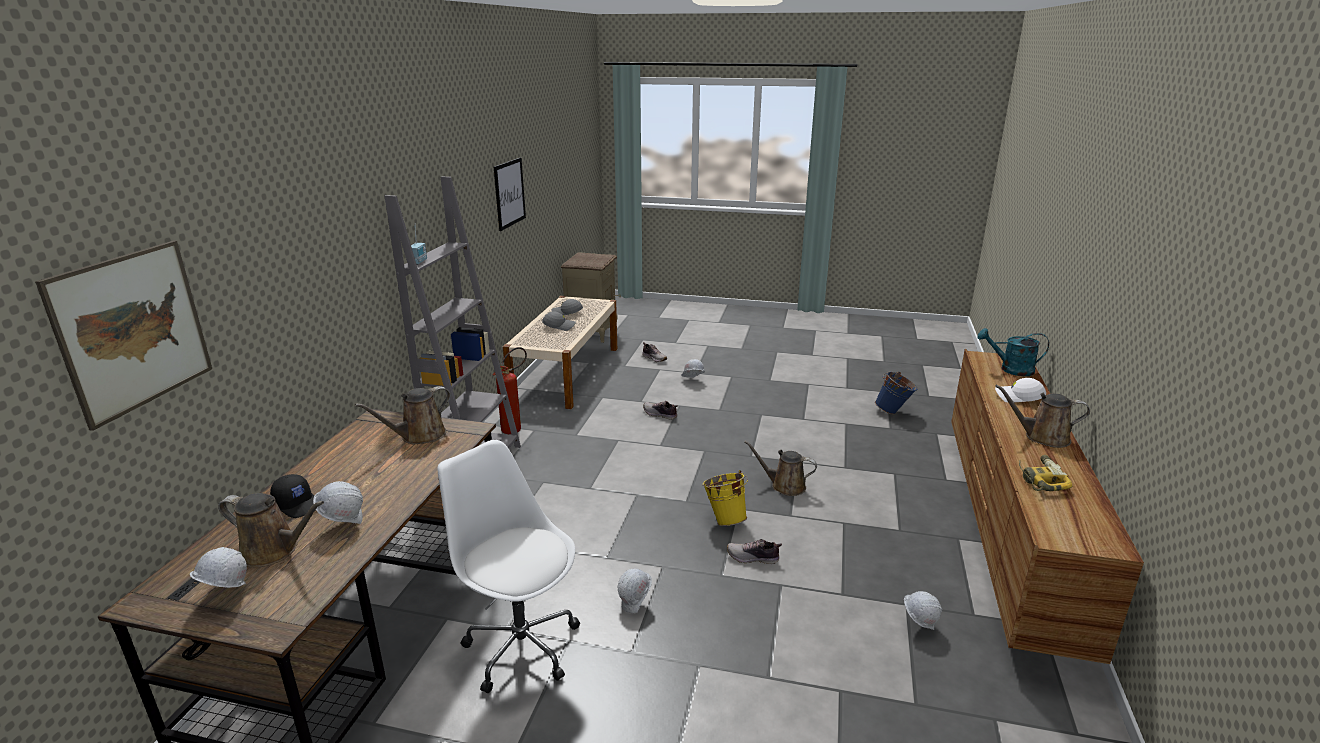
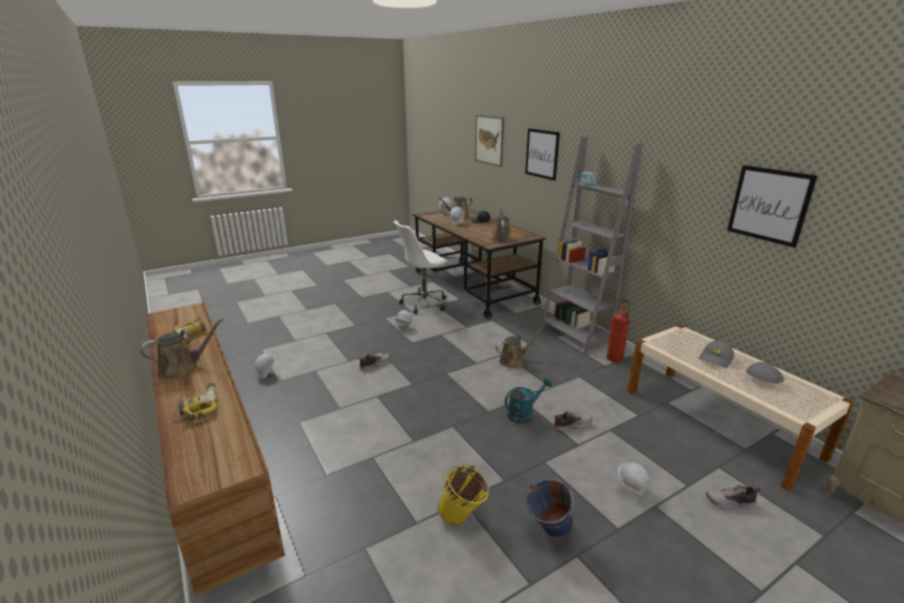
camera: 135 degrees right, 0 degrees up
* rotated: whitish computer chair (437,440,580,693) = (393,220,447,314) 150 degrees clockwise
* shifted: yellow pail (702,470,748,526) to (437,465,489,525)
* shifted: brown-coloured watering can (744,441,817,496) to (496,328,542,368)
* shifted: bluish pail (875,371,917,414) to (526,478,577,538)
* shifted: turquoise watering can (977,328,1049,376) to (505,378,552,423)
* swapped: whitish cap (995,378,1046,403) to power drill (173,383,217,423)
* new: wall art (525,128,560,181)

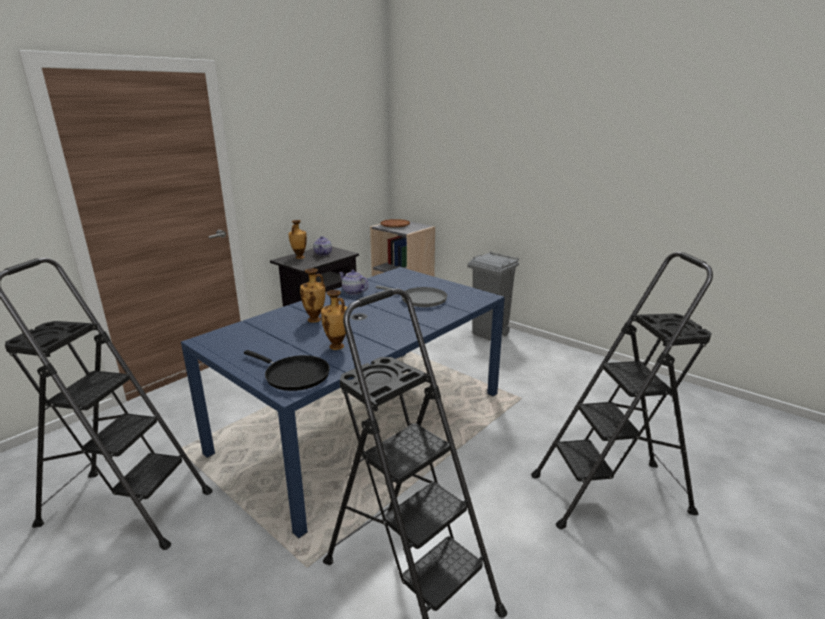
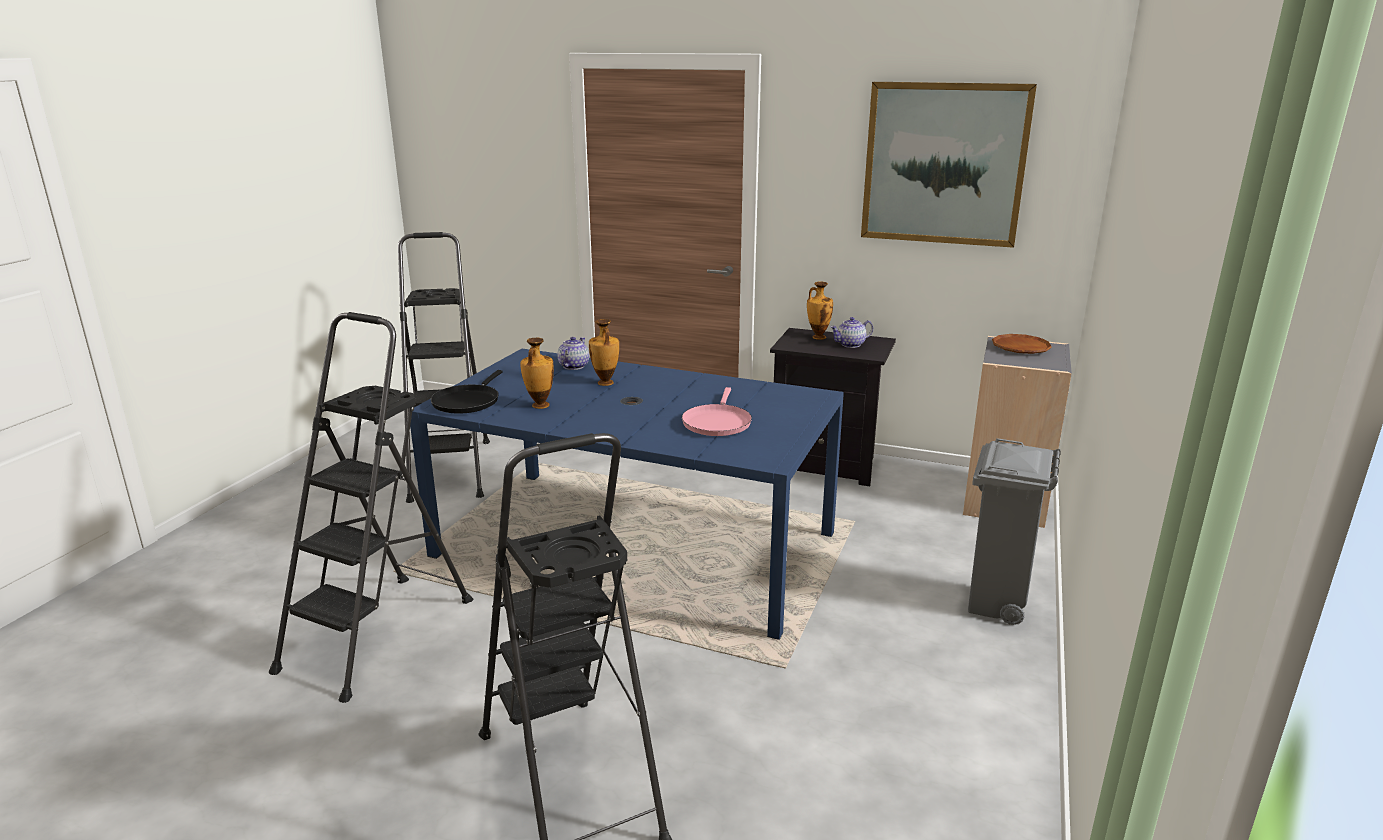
camera: 70 degrees right, 0 degrees up
* shifted: teapot (339,270,369,295) to (557,337,589,370)
* repainted: greyish skillet (376,285,447,307) to pink-coloured skillet (682,387,752,436)
* new: wall art (861,82,1037,248)

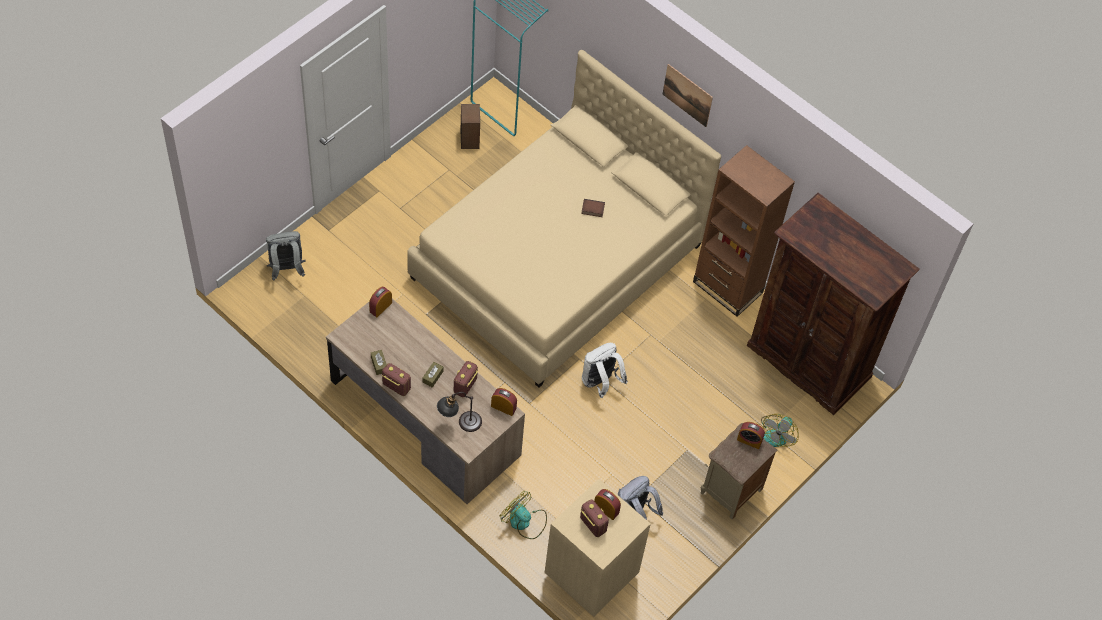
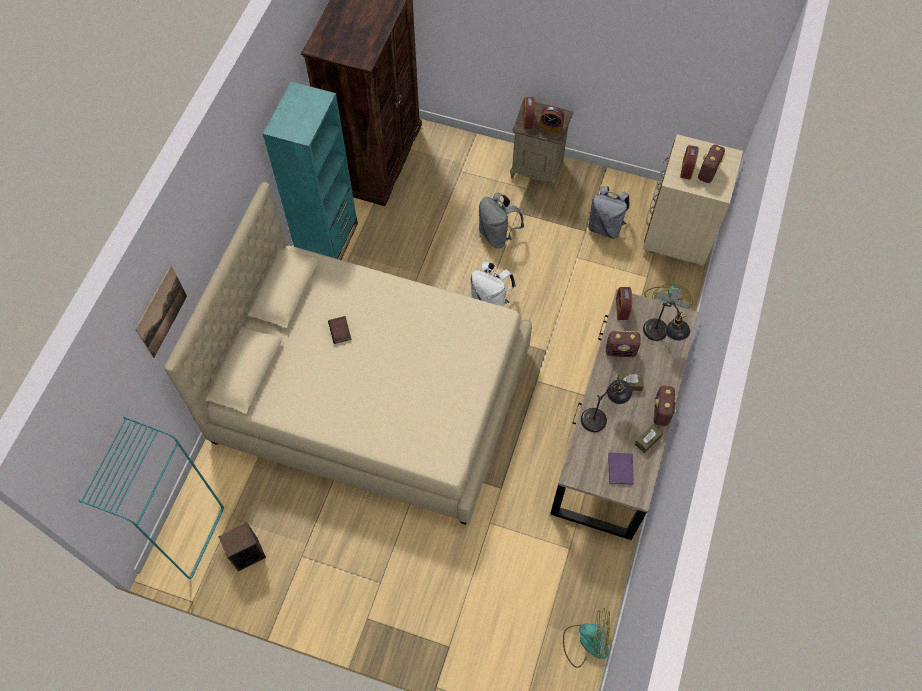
camera: 110 degrees left, 5 degrees up
* shifted: greyish rucksack (266,231,306,281) to (479,193,524,248)
* shifted: alarm clock (369,287,392,317) to (539,106,564,134)
* shifted: wall art (662,64,713,127) to (135,265,187,358)
* repainted: brown-coloured bookshelf (693,145,795,317) to turquoise bookshelf (263,82,358,260)
* shifted: electric fan (761,414,799,447) to (563,608,610,668)
* new: greyish tabletop lamp (581,380,633,432)
* new: purple book (608,453,634,485)

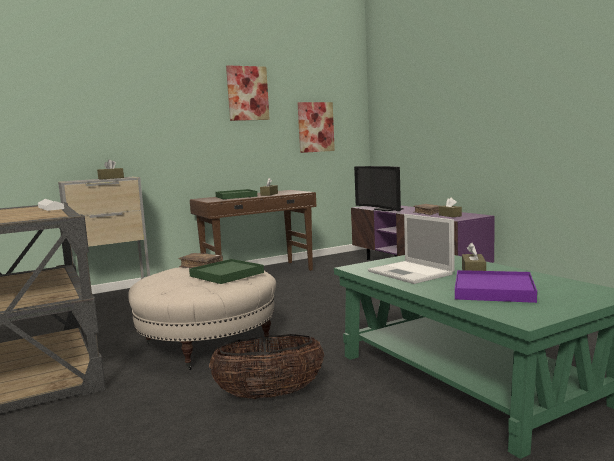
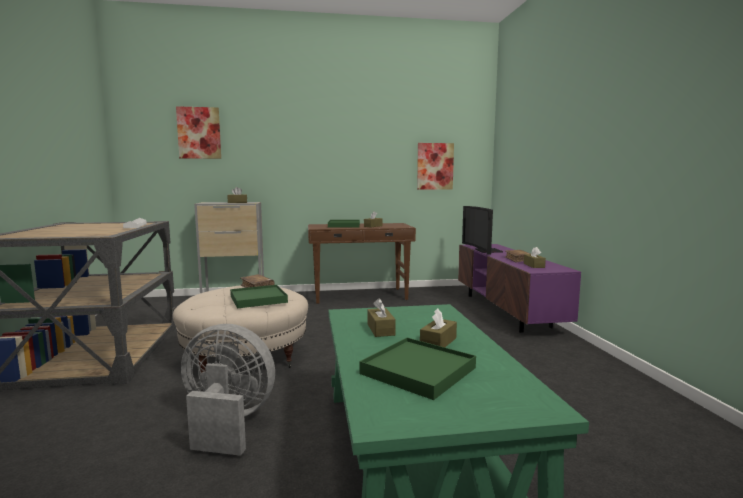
camera: 20 degrees right, 0 degrees up
* swapped: basket (209,334,325,399) to greyish electric fan (181,324,275,456)
* shifted: wall art (226,65,270,121) to (176,106,221,159)
* swapped: laptop (368,214,455,284) to brown-coloured tissue box (367,298,396,337)
* repainted: purple tray (455,270,537,303) to greenish tray (359,338,476,400)

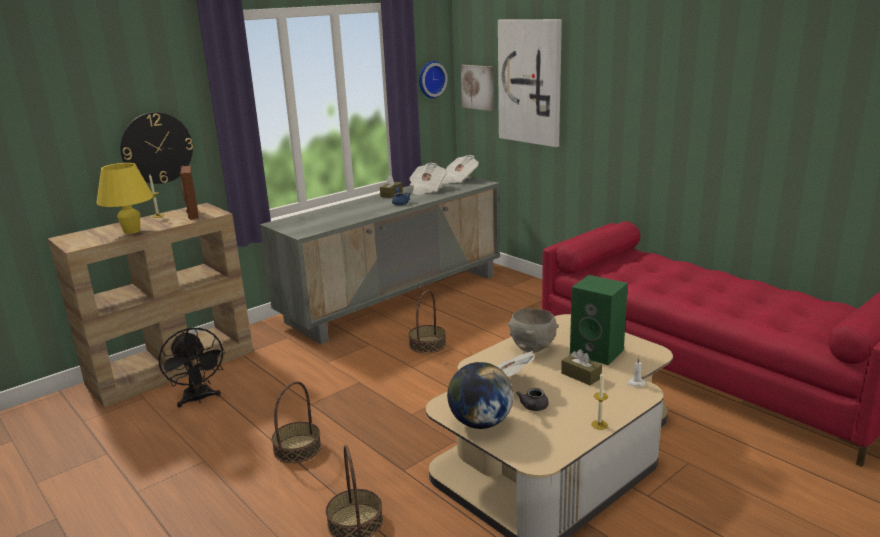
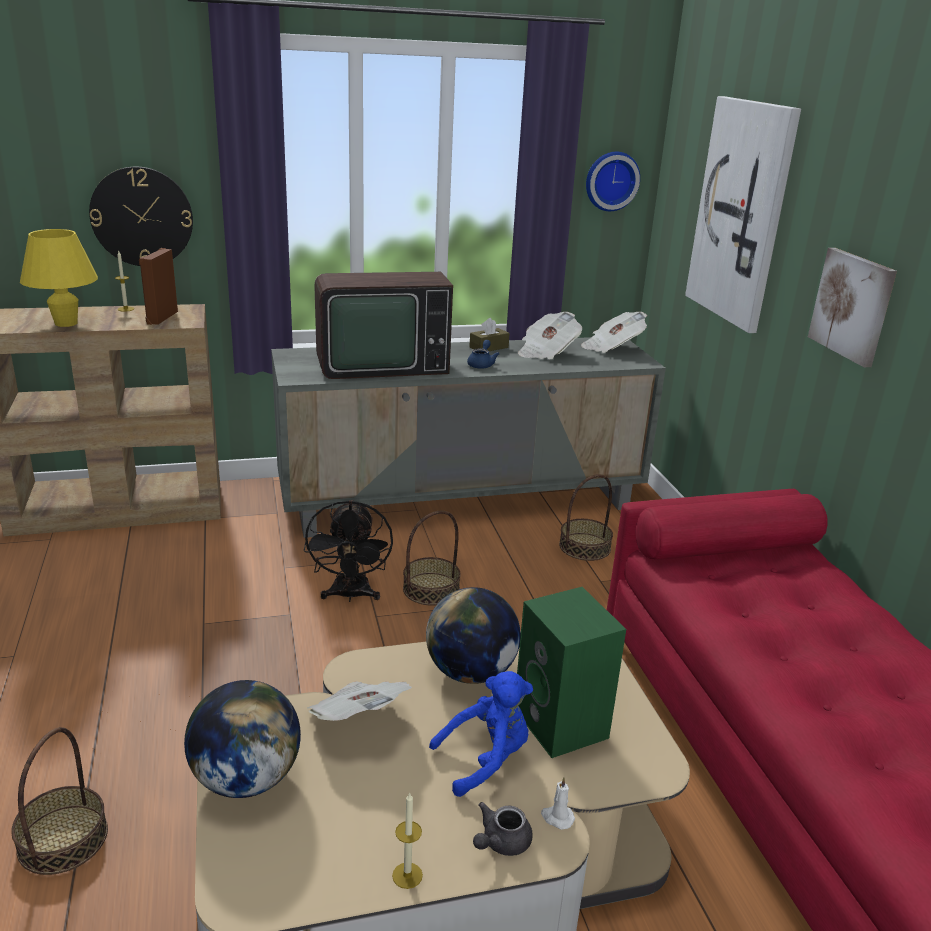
camera: 25 degrees right, 5 degrees up
* shifted: blackish electric fan (158,328,225,408) to (304,500,393,602)
* shifted: basket (271,381,321,463) to (559,474,613,561)
* shifted: wall art (461,65,494,111) to (808,248,897,367)
* swapped: greyish bowl (508,308,559,353) to desk globe (426,587,521,684)
* shifted: greyish teapot (516,388,549,411) to (473,802,533,856)
* swapped: brown-coloured tissue box (561,349,602,386) to bluish soft toy (429,671,533,797)
* new: TV (314,272,453,379)

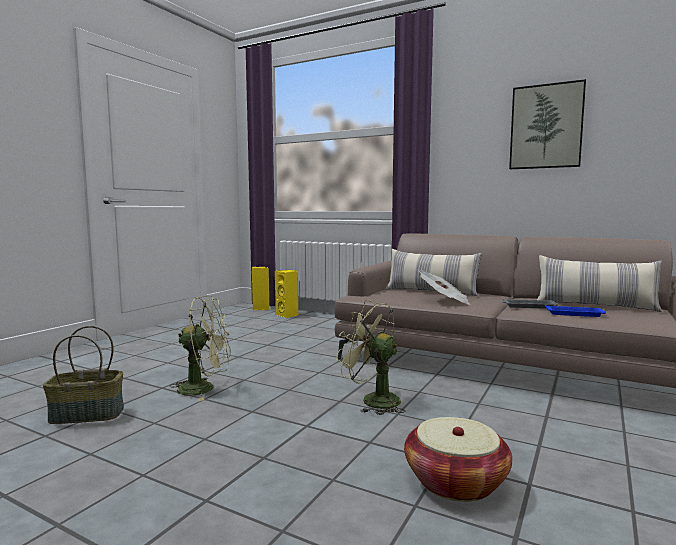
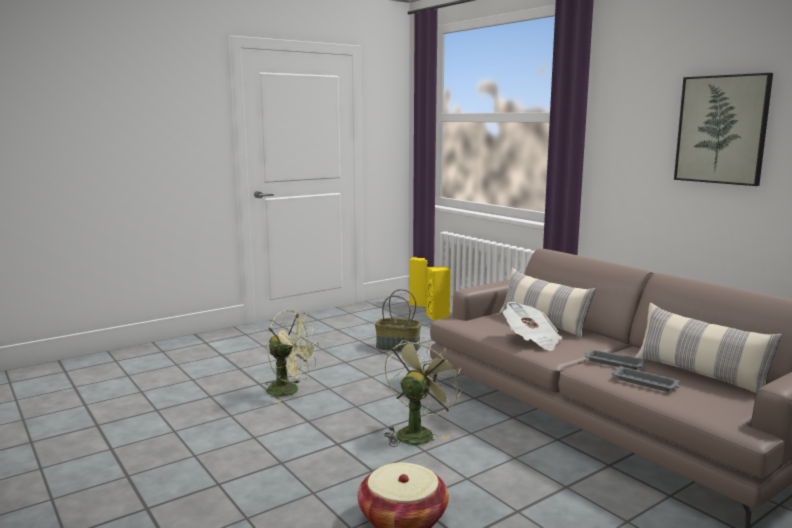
camera: 25 degrees right, 5 degrees up
* shifted: basket (43,326,124,424) to (375,289,421,352)
* rotated: greenish electric fan (336,300,405,415) = (384,337,462,447) 60 degrees clockwise
* repainted: bluish tray (545,305,606,317) to greyish tray (612,366,679,392)

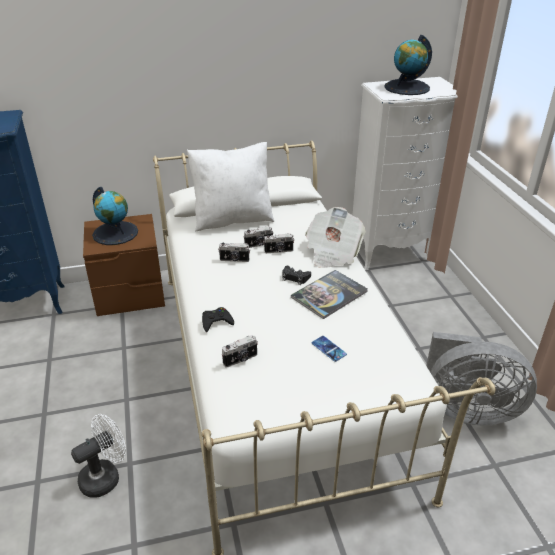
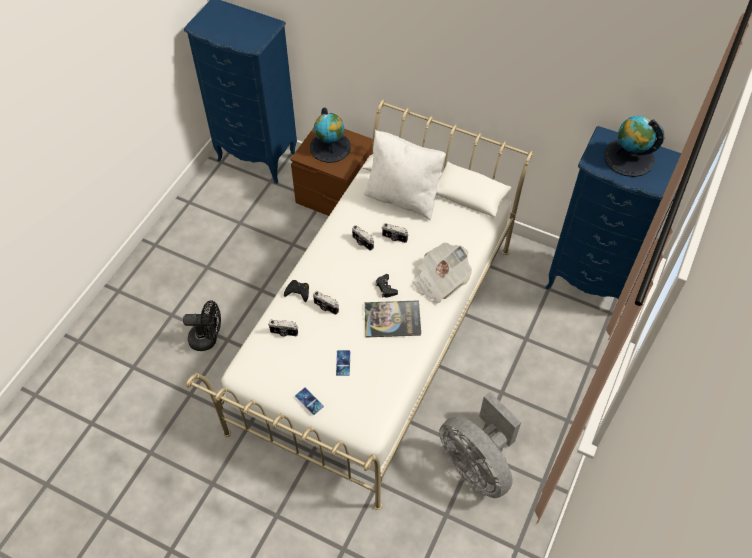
camera: 40 degrees right, 20 degrees up
* repainted: whitish electric fan (71,414,126,498) to blackish electric fan (183,300,221,351)
* shifted: still camera (263,234,294,253) to (313,291,339,315)
* repainted: whitish dresser (352,77,458,270) to bluish dresser (545,126,681,316)
* new: phone (295,388,324,415)

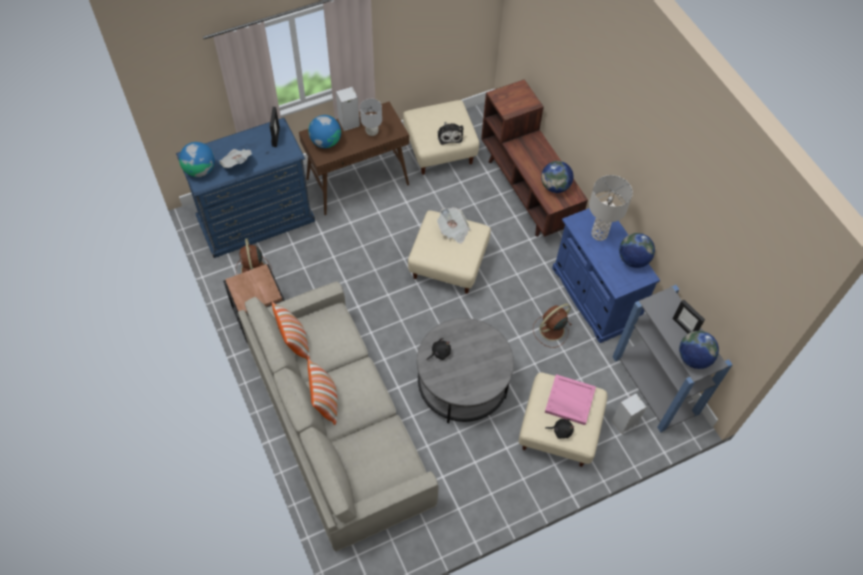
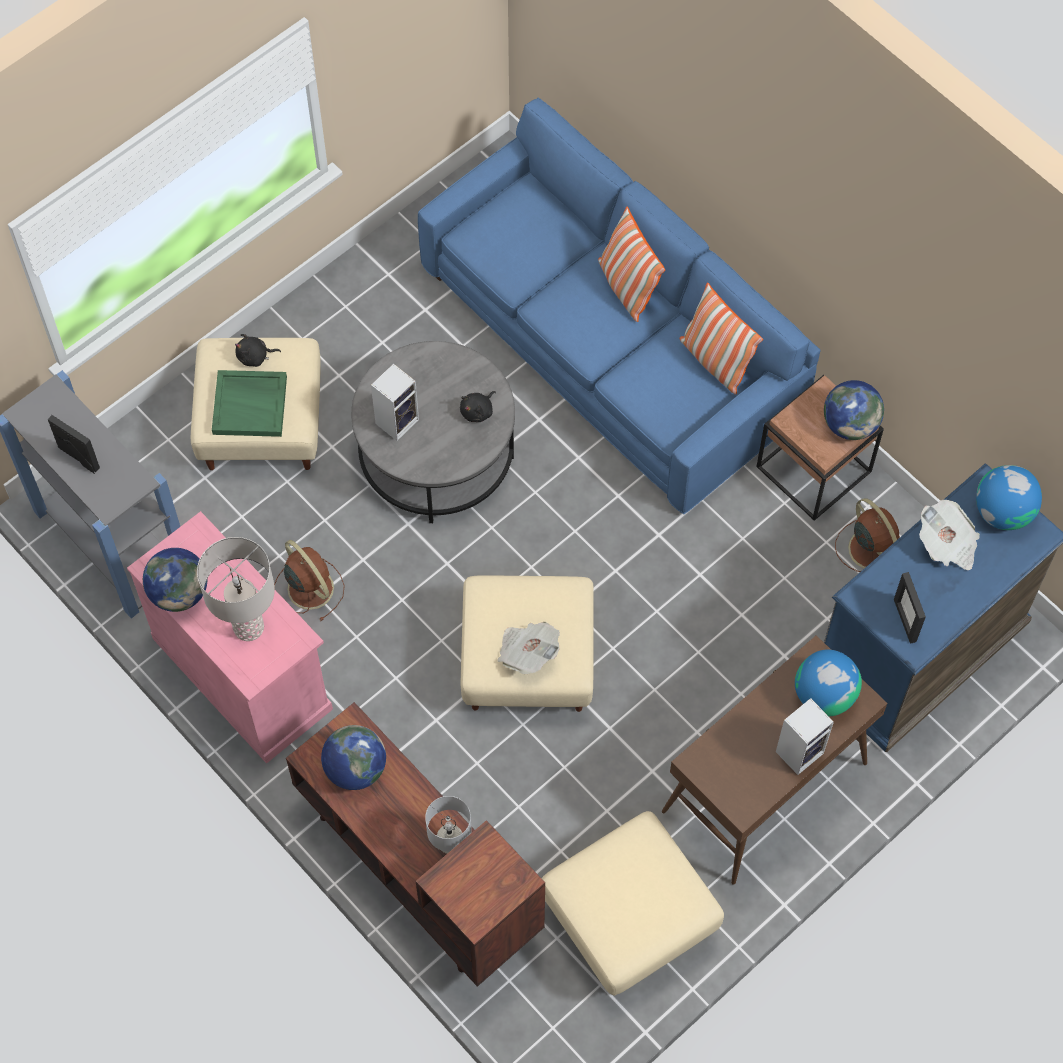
camera: 165 degrees right, 5 degrees up
* repainted: sand-coloured couch (238,281,438,551) to bluish couch (418,98,820,514)
* shifted: greyish tabletop lamp (360,99,382,136) to (425,796,472,854)
* gone: soft toy (438,122,463,145)
* rotated: brown-coloured electric fan (533,304,572,348) = (274,540,345,621) 75 degrees counterclockwise
* repainted: pink-coloured tray (545,374,596,425) to greenish tray (212,370,287,437)
* repainted: bluish cabinet (552,208,660,343) to pink-coloured cabinet (127,511,333,764)
* shifted: loudspeaker (612,393,647,434) to (371,364,419,441)
* shifted: desk globe (679,331,719,369) to (824,380,884,440)

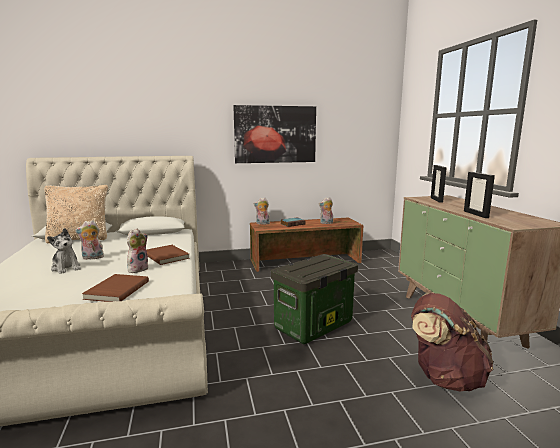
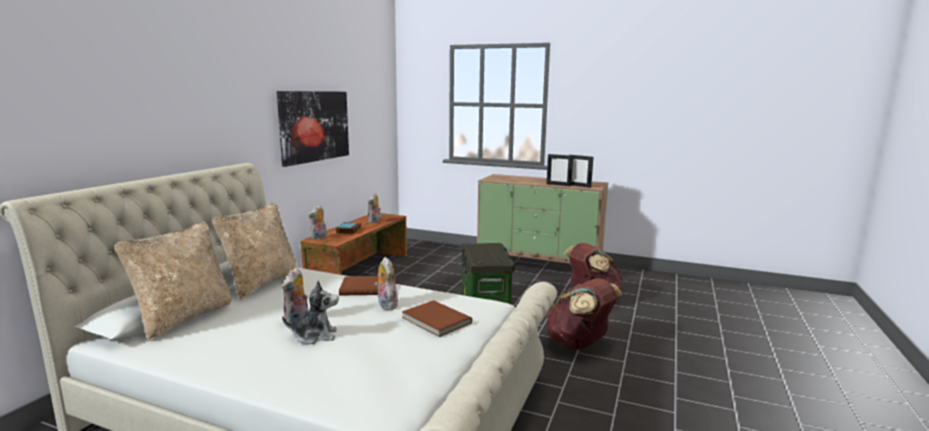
camera: 55 degrees left, 0 degrees up
* shifted: picture frame (431,165,447,203) to (570,155,593,188)
* new: sand-coloured pillow (212,203,298,299)
* new: brown-coloured rucksack (546,279,622,350)

